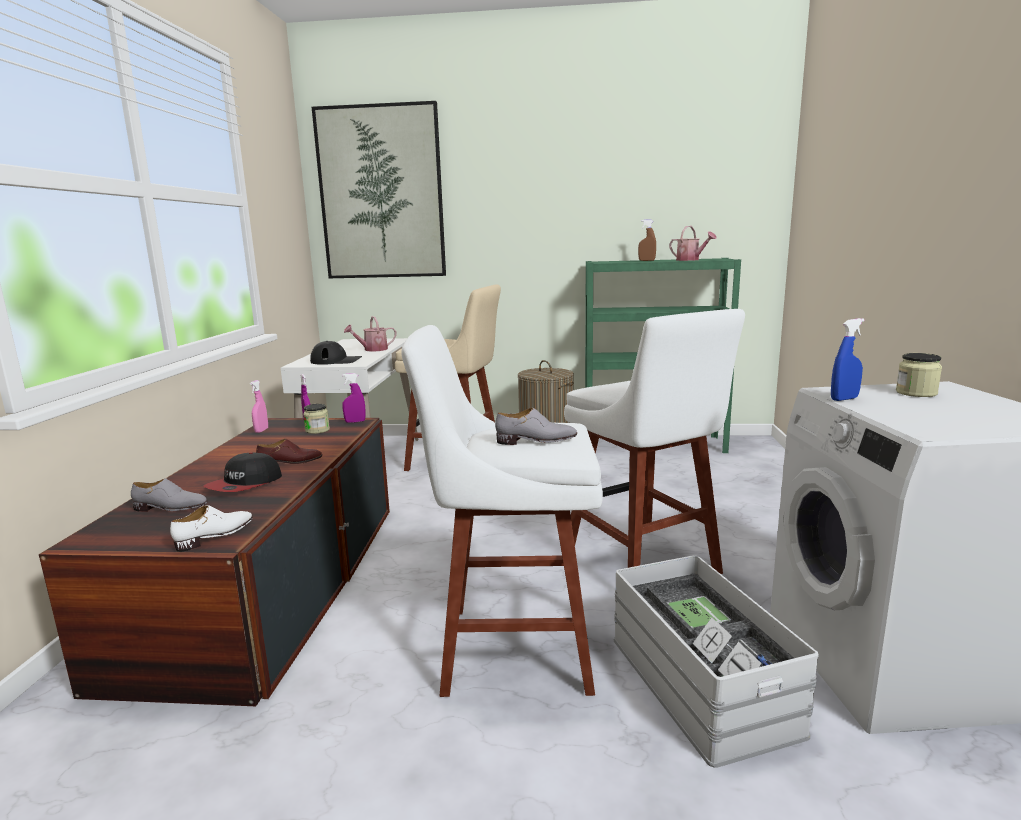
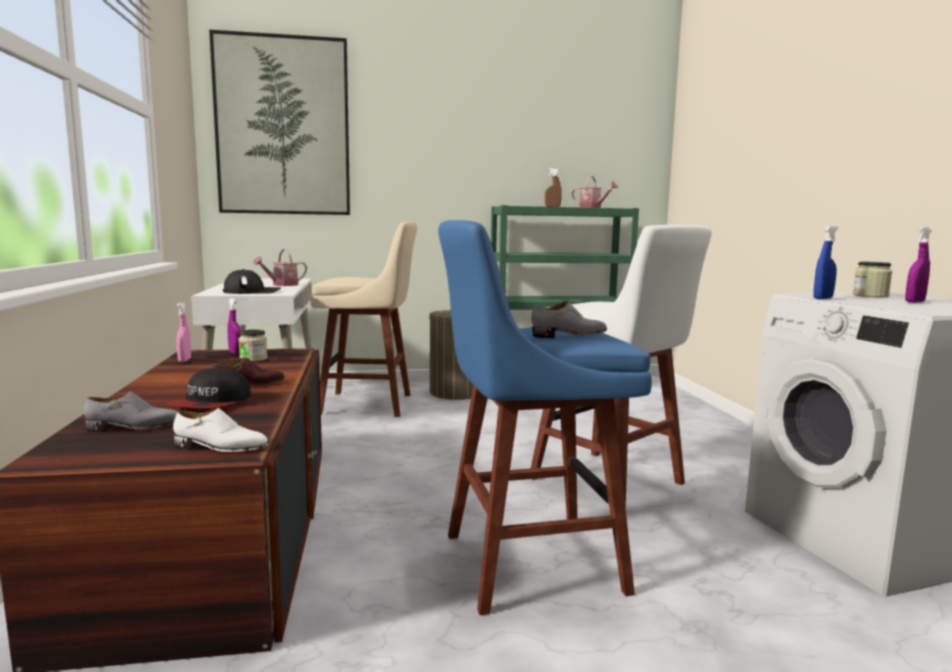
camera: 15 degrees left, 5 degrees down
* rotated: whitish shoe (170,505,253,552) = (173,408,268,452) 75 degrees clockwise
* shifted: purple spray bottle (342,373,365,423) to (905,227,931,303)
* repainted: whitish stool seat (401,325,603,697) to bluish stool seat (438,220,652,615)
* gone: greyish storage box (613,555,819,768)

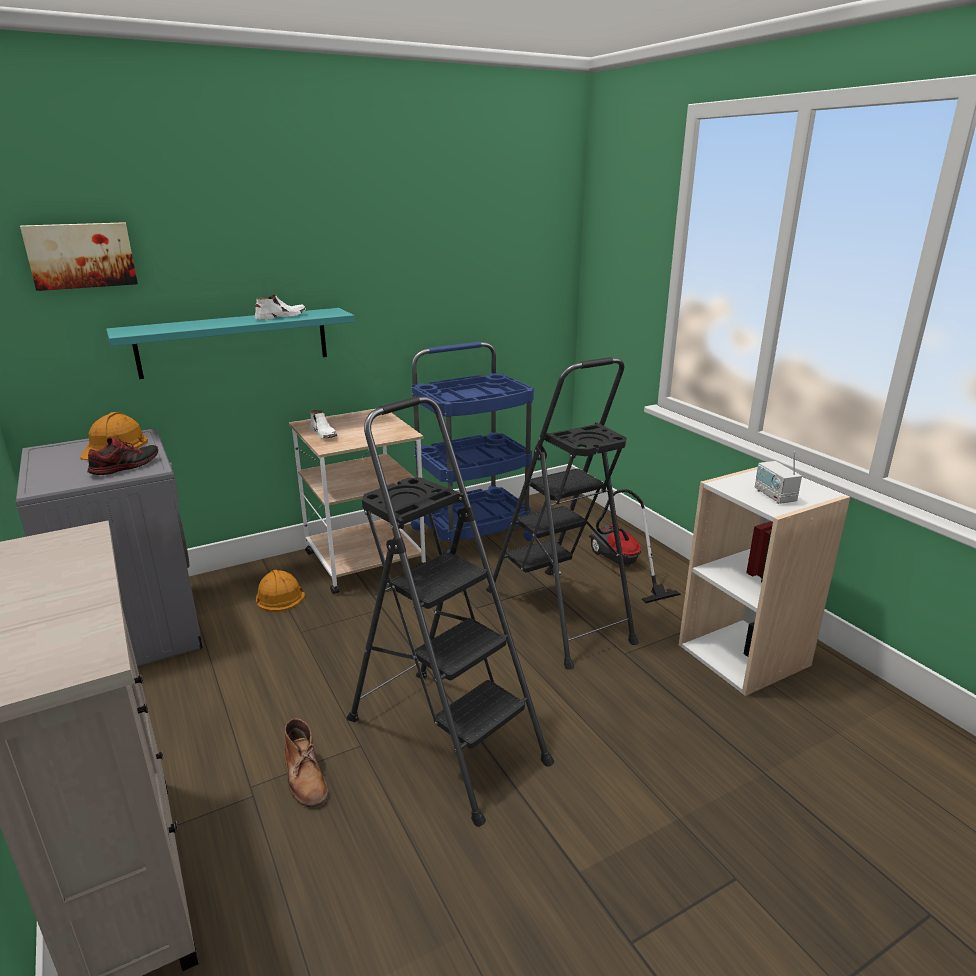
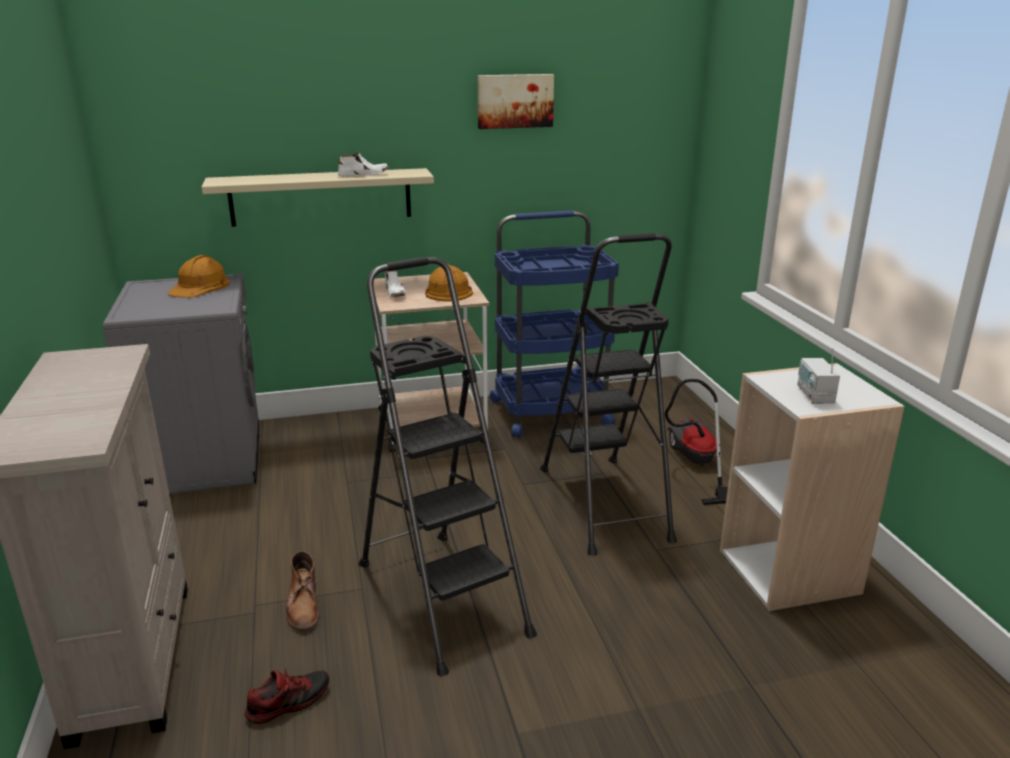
camera: 15 degrees right, 0 degrees up
* shifted: wall art (20,222,138,291) to (477,74,554,129)
* shifted: shoe (87,437,158,475) to (245,668,329,724)
* repainted: turquoise wall shelf (106,308,355,379) to sand-coloured wall shelf (202,168,434,227)
* shifted: orange-coloured hard hat (256,570,305,612) to (425,264,473,301)

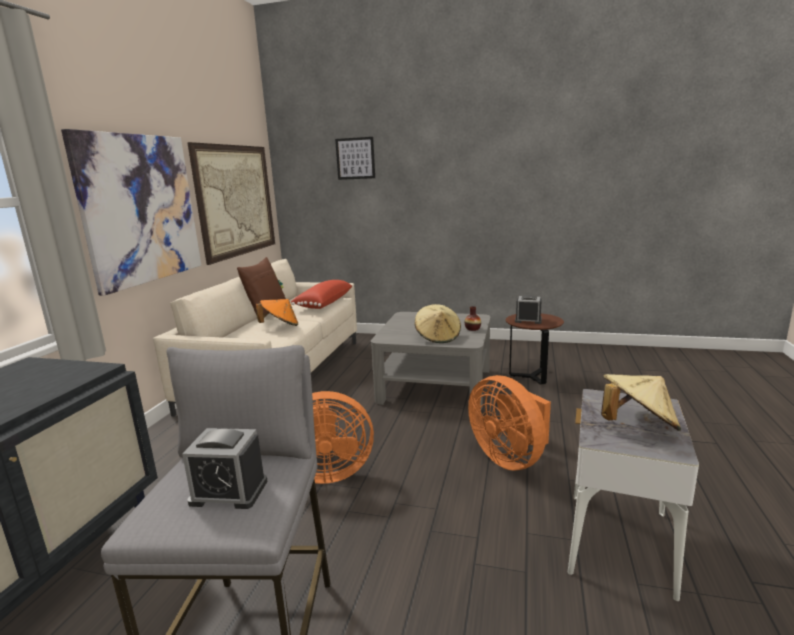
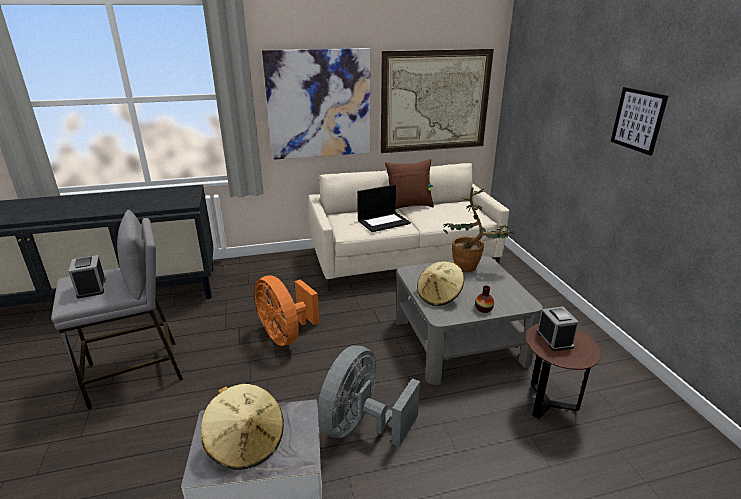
camera: 60 degrees right, 10 degrees up
* swapped: orange-coloured clothing hat (256,299,298,326) to laptop (357,185,411,232)
* gone: red-coloured pillow (291,280,352,309)
* shifted: wall art (335,137,375,180) to (611,87,668,156)
* repainted: orange-coloured electric fan (468,375,551,471) to greyish electric fan (318,346,420,447)
* new: houseplant (443,187,516,272)

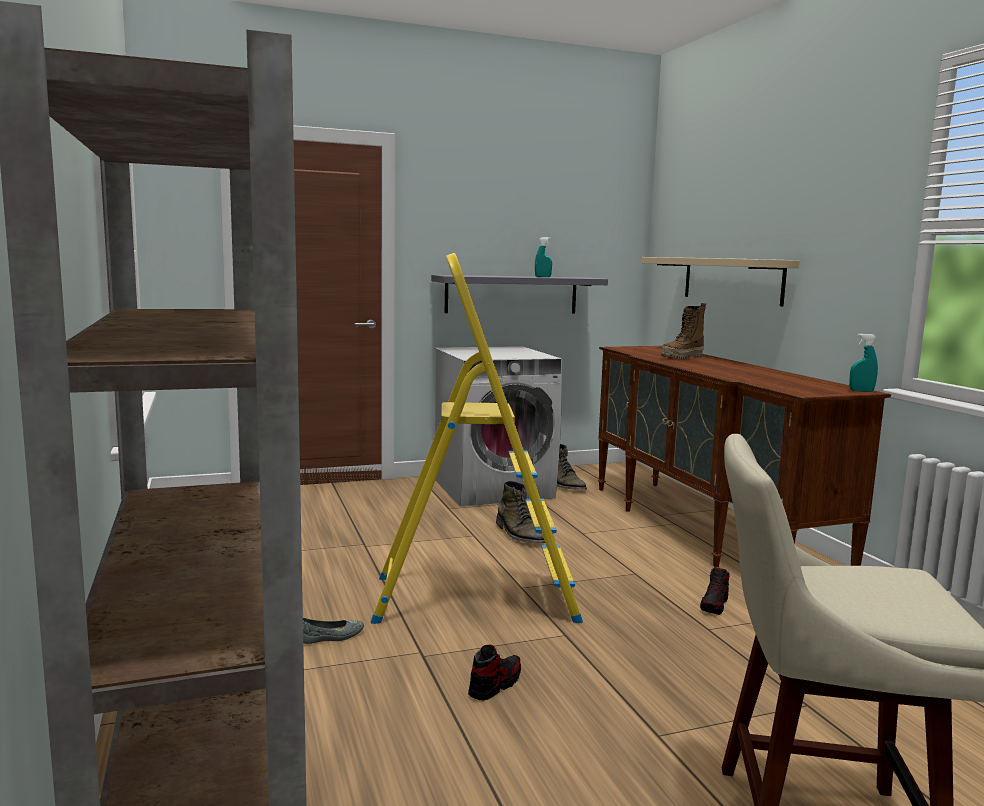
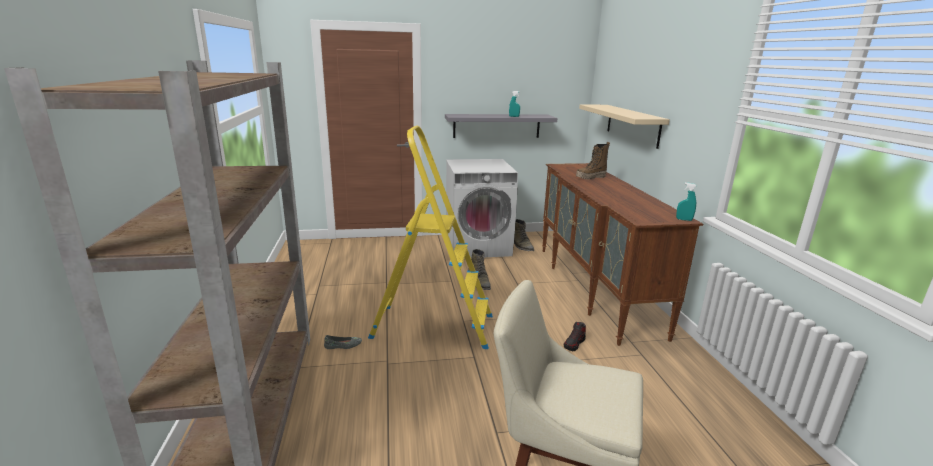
camera: 10 degrees right, 10 degrees up
* gone: shoe (468,644,521,700)

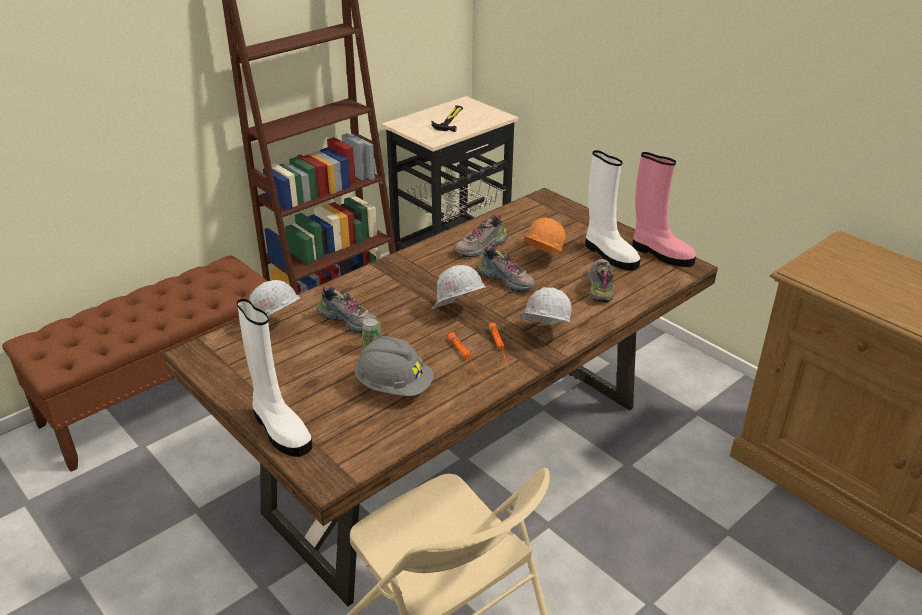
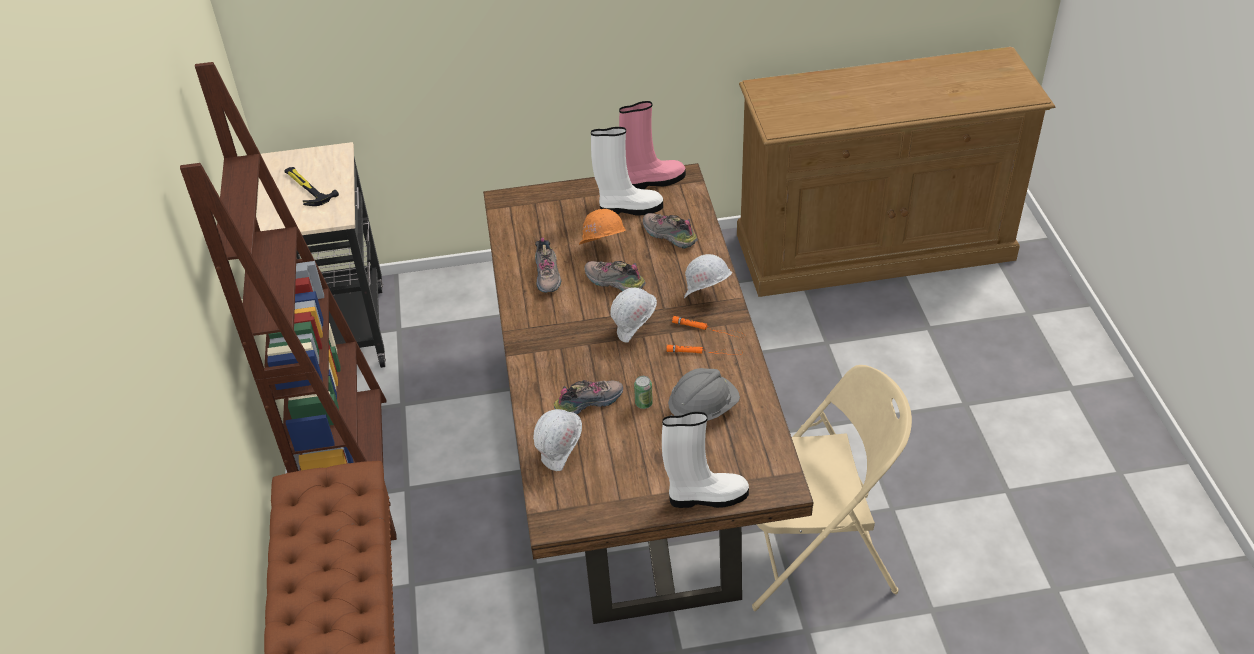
camera: 55 degrees left, 10 degrees up
* rotated: shoe (477,246,535,292) = (584,261,646,291) 135 degrees counterclockwise

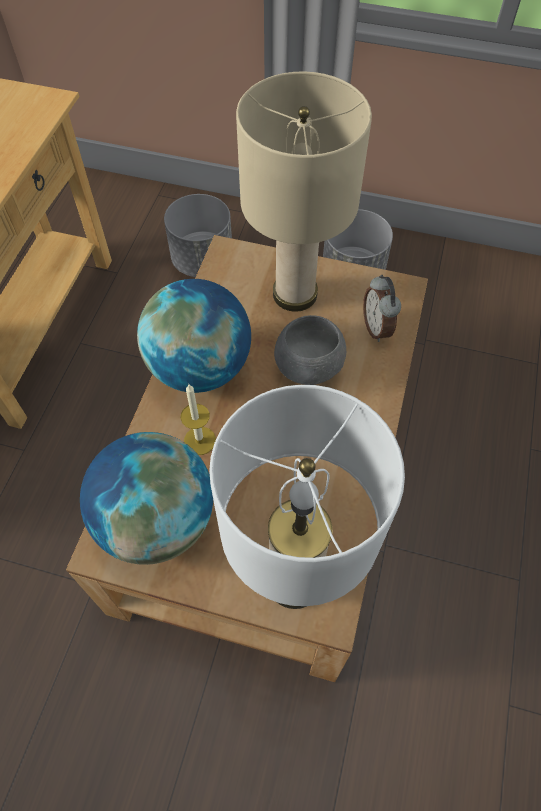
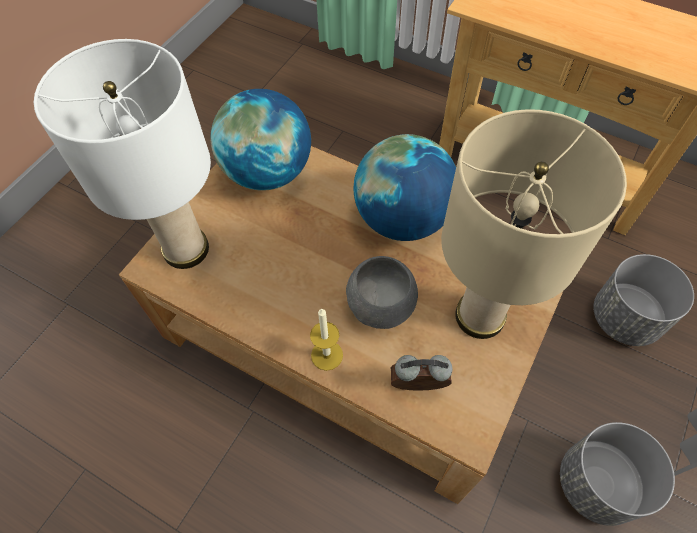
camera: 105 degrees right, 0 degrees up
* shifted: wax light (180,385,216,455) to (310,308,343,371)

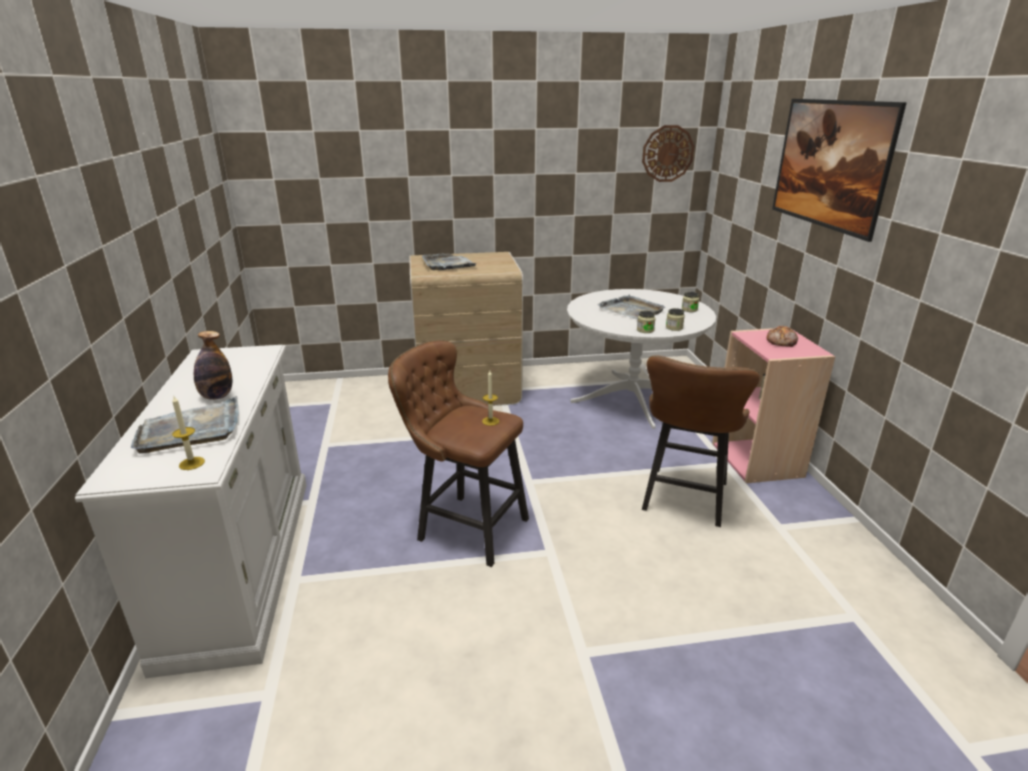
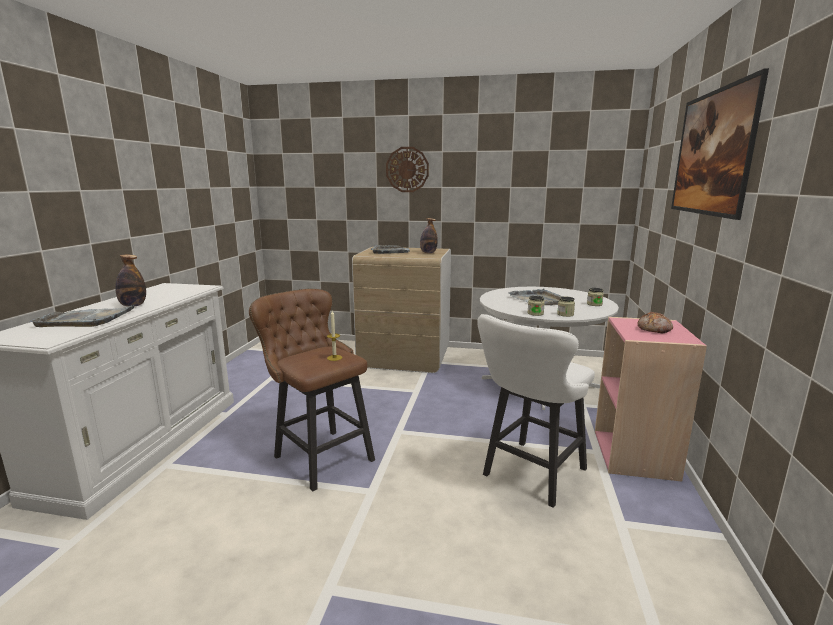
camera: 20 degrees right, 10 degrees down
* gone: wax light (172,396,205,470)
* shifted: wall clock (642,125,694,182) to (386,147,429,192)
* repainted: brown-coloured stool seat (642,355,760,527) to whitish stool seat (477,314,595,508)
* new: drink bottle (420,218,438,253)

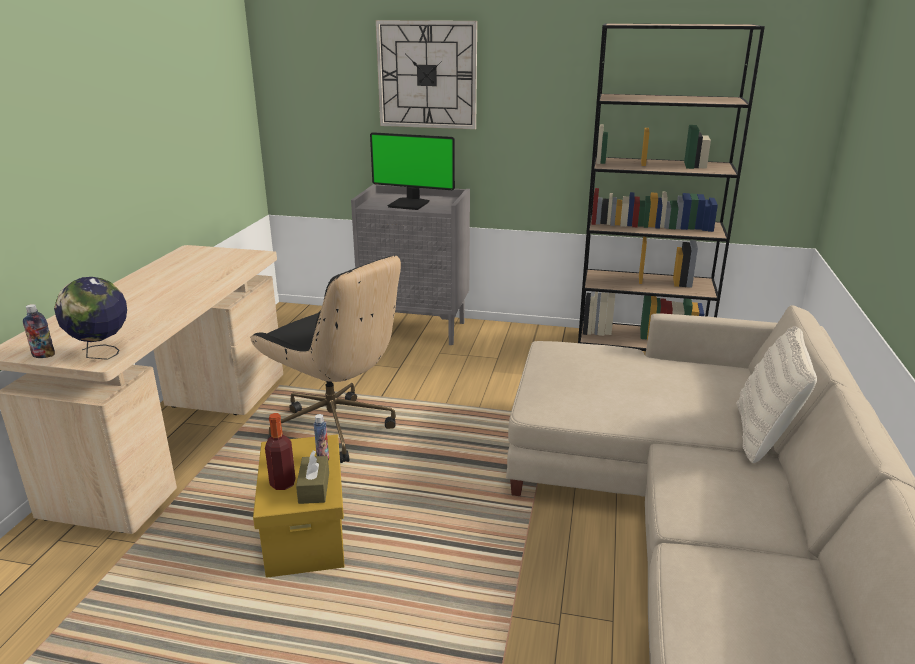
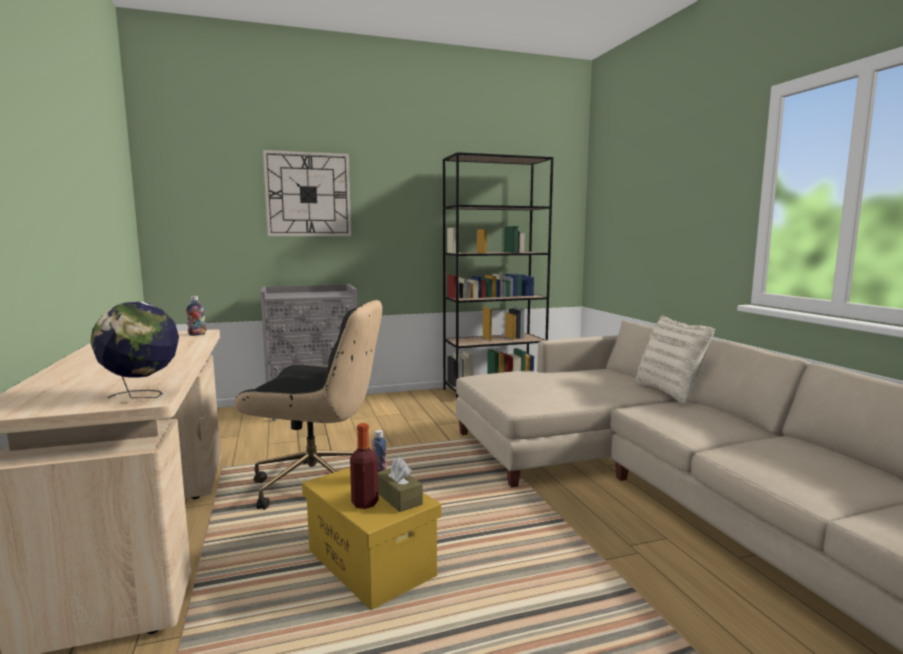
camera: 30 degrees left, 15 degrees down
* shifted: drink bottle (23,304,55,358) to (186,296,206,336)
* gone: monitor (370,132,455,210)

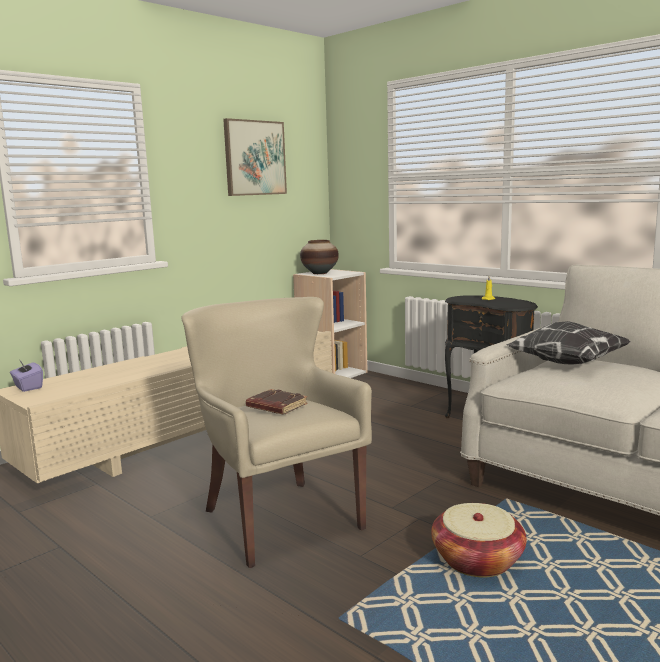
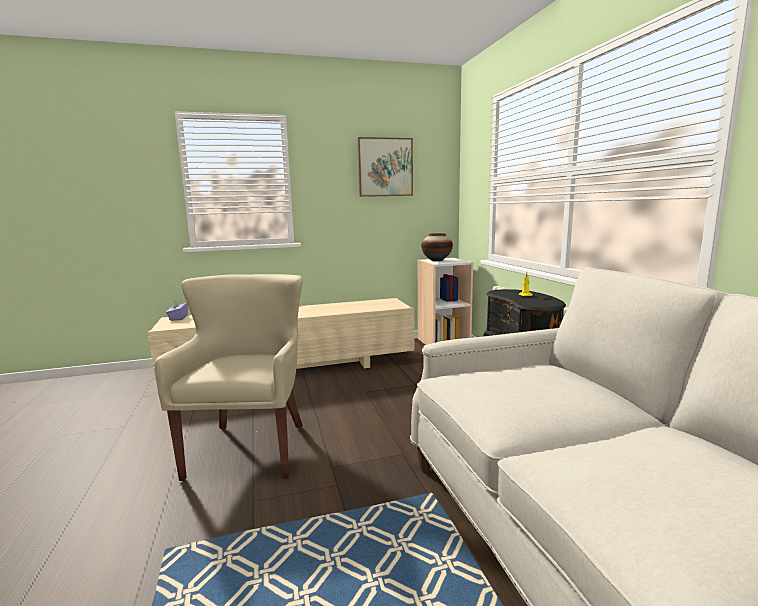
camera: 30 degrees right, 0 degrees up
* gone: brown-coloured book (246,389,308,415)
* gone: basket (431,503,527,578)
* gone: pillow (506,321,630,364)

